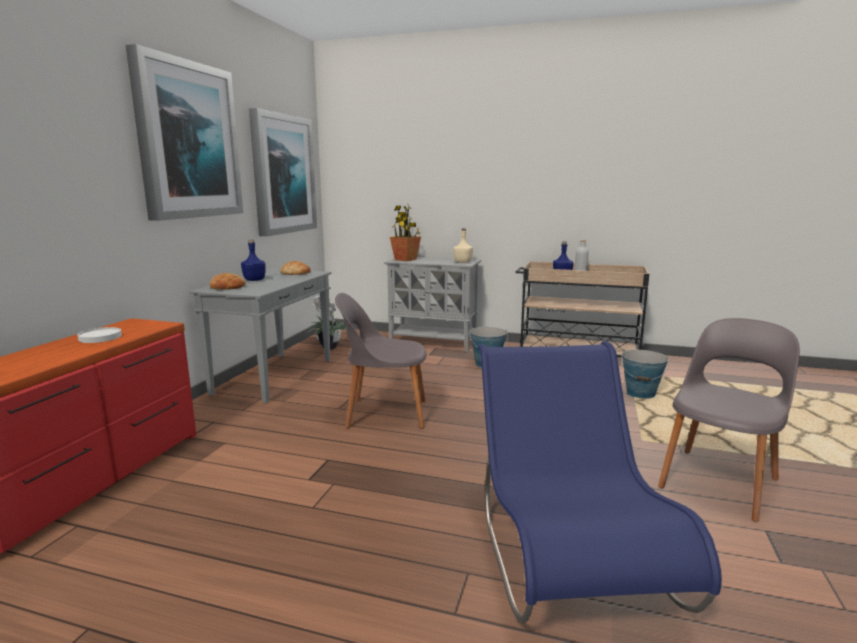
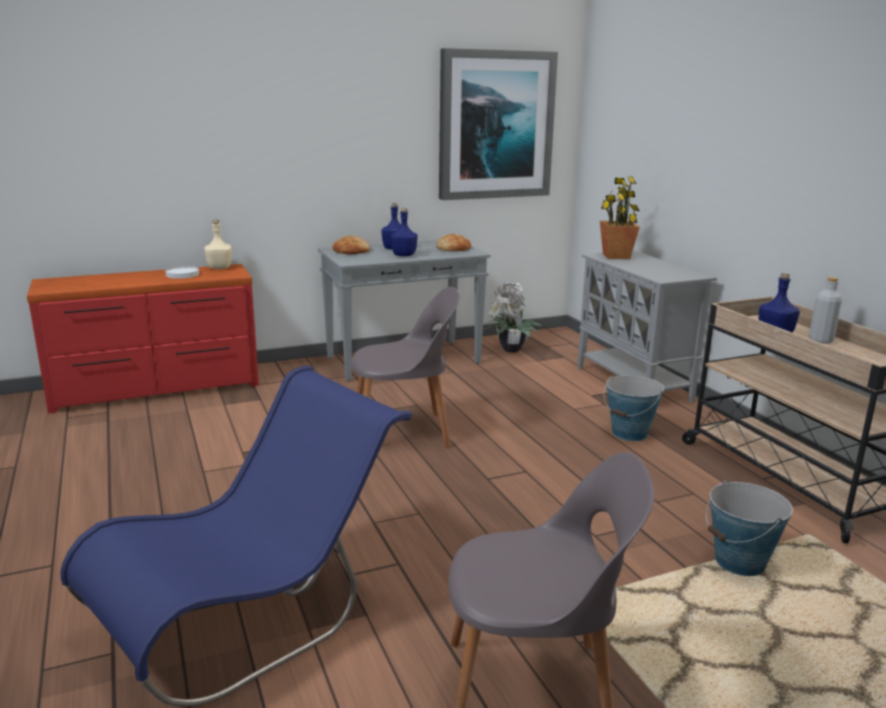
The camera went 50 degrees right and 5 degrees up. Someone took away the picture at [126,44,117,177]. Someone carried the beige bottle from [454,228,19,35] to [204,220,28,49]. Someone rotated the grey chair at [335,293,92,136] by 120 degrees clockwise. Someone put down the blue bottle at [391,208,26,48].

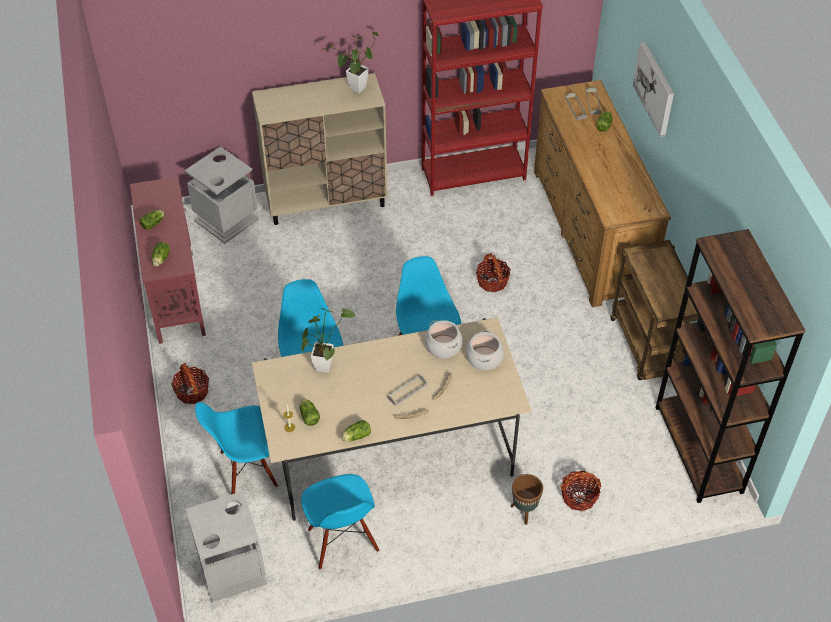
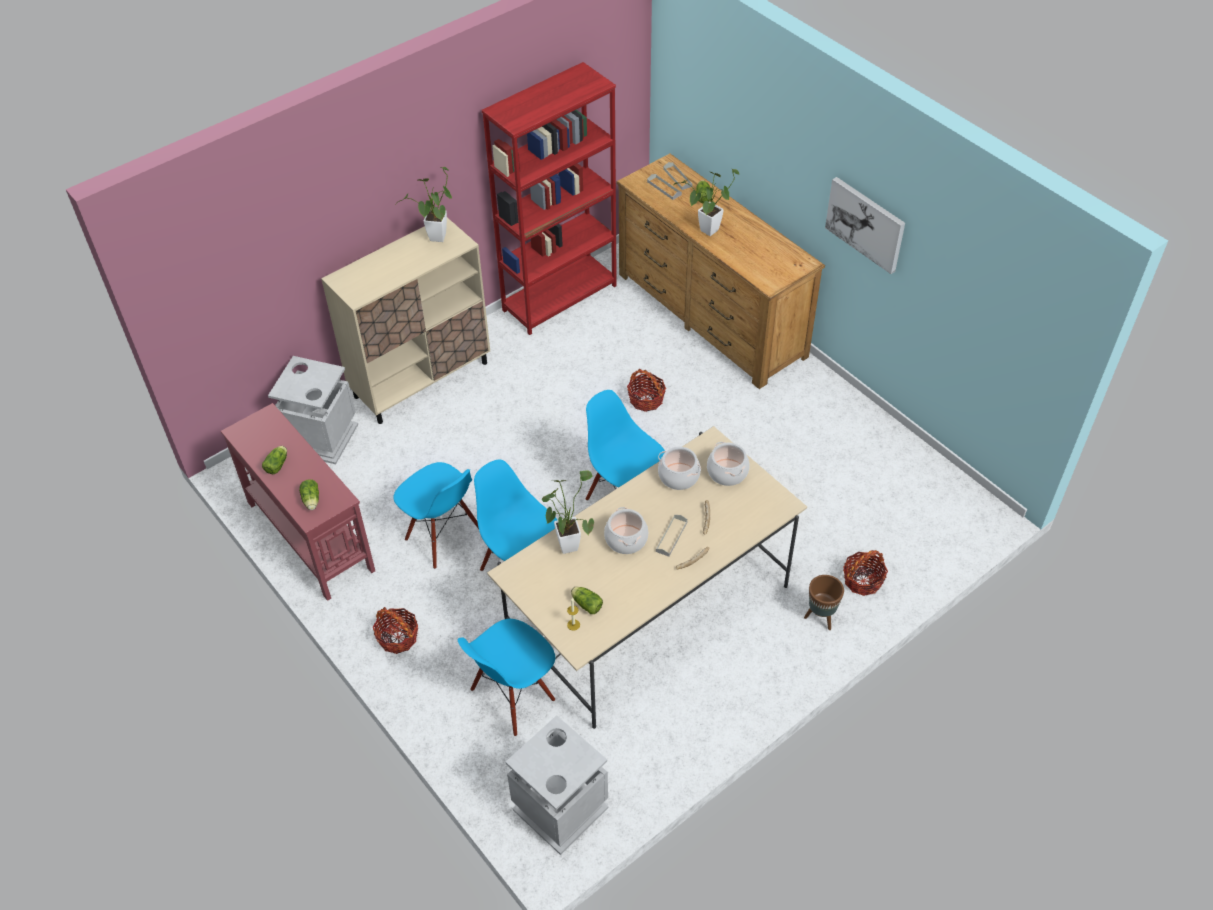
The camera went 25 degrees left and 0 degrees up. Someone carried the picture from [633,42,41,95] to [825,177,80,97]. Someone took away the brown bookcase at [655,229,151,274]. Someone took away the brown cart at [610,240,89,140]. Someone took away the lettuce at [341,420,30,21]. Someone carried the blue chair from [301,474,78,96] to [393,462,86,107]. Someone put down the potted plant at [673,168,66,68]. Someone put down the cooking pot at [604,507,44,47].

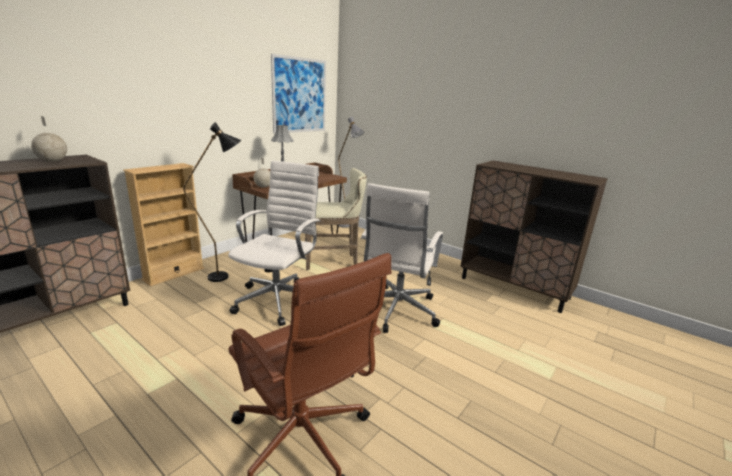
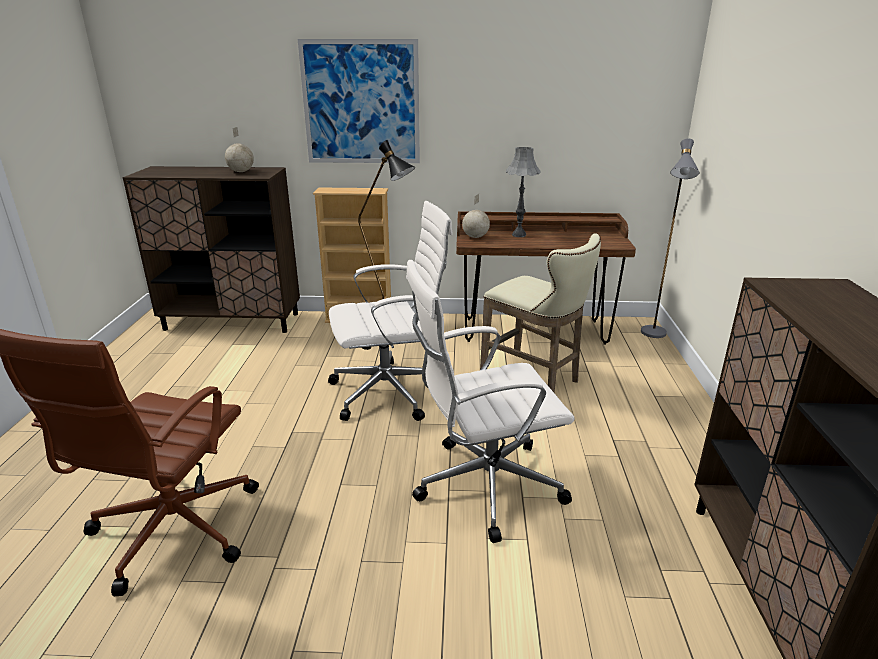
The camera went 55 degrees right and 5 degrees up. Someone carried the picture from [271,54,55,80] to [298,39,122,124].

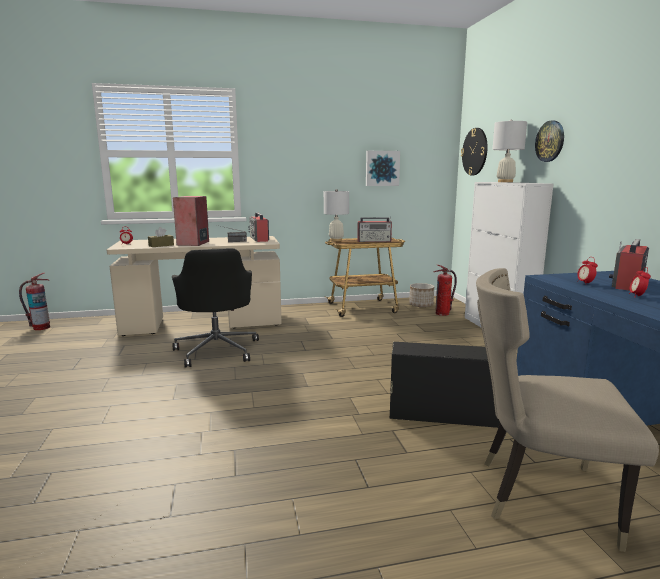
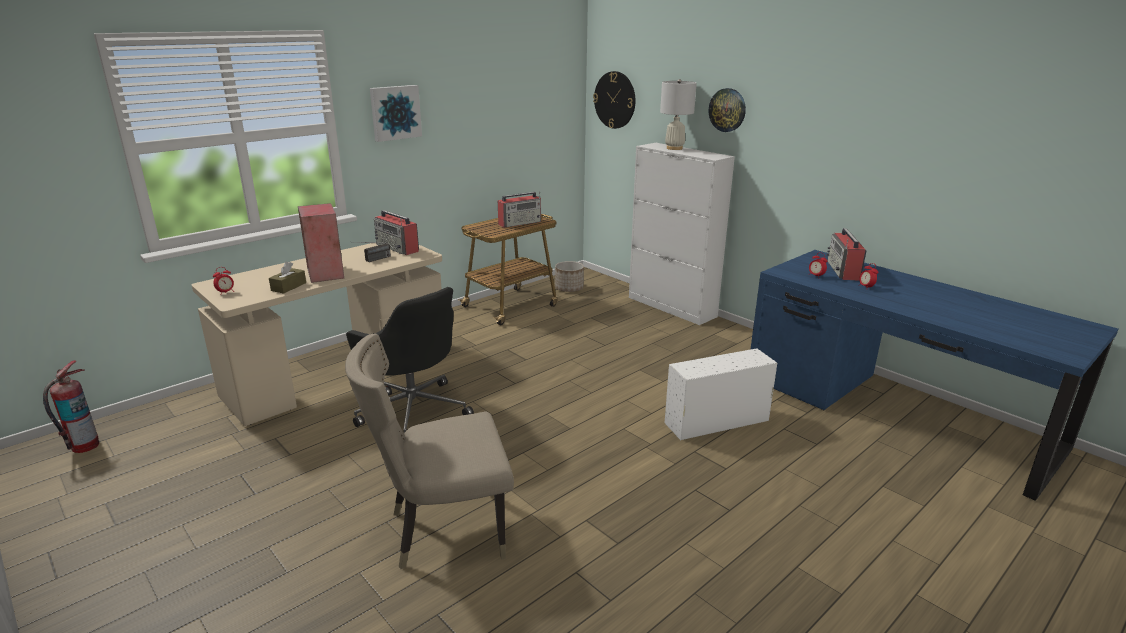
The camera went 30 degrees left and 10 degrees up. Someone carried the picture from [366,151,34,35] to [370,85,52,57]. Someone took away the white table lamp at [324,189,25,52]. Someone took away the fire extinguisher at [433,265,24,51]. Someone carried the beige chair from [476,268,183,284] to [345,334,169,235]. Someone repainted the black storage box at [390,342,110,86], which became the white storage box at [665,349,112,91].

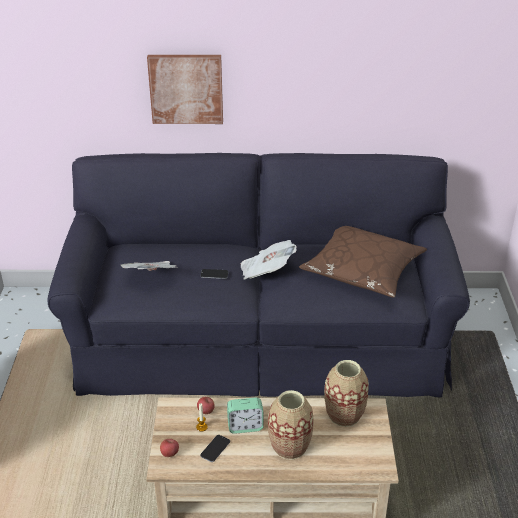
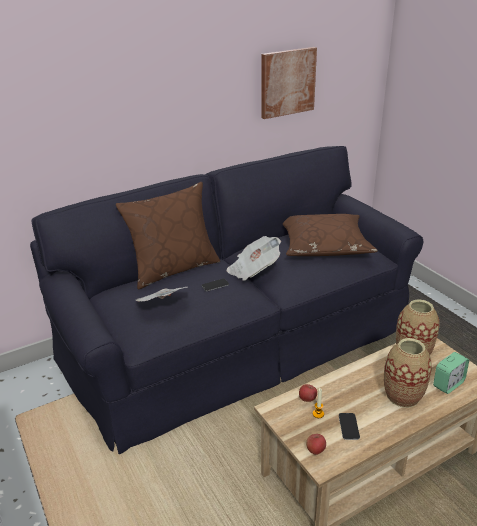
The camera went 30 degrees left and 5 degrees down. Someone carried the picture from [147,55,76,69] to [261,47,56,72]. Someone carried the alarm clock from [227,397,36,37] to [433,352,36,42]. Someone put down the brown pillow at [116,182,104,107].

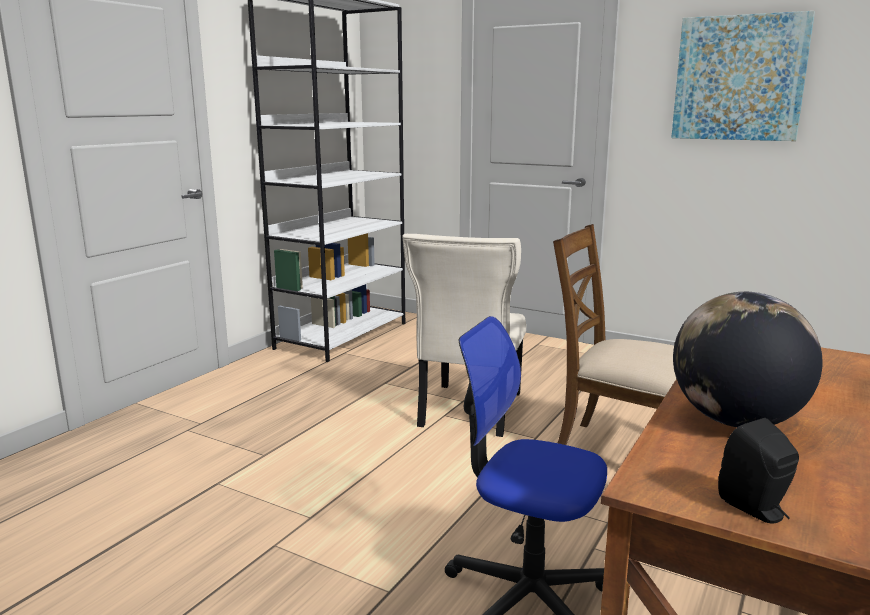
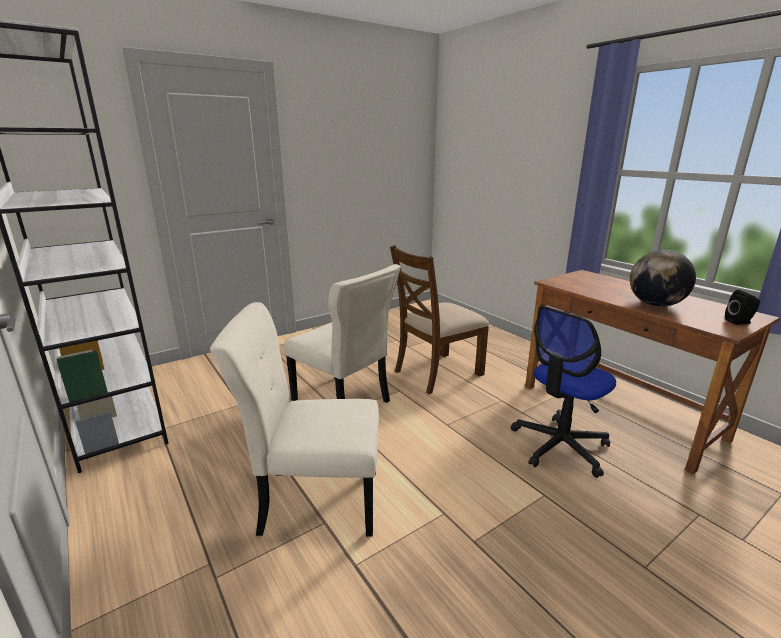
The camera went 65 degrees left and 5 degrees up. Someone took away the picture at [671,11,144,130]. Someone put down the beige chair at [210,302,169,235].

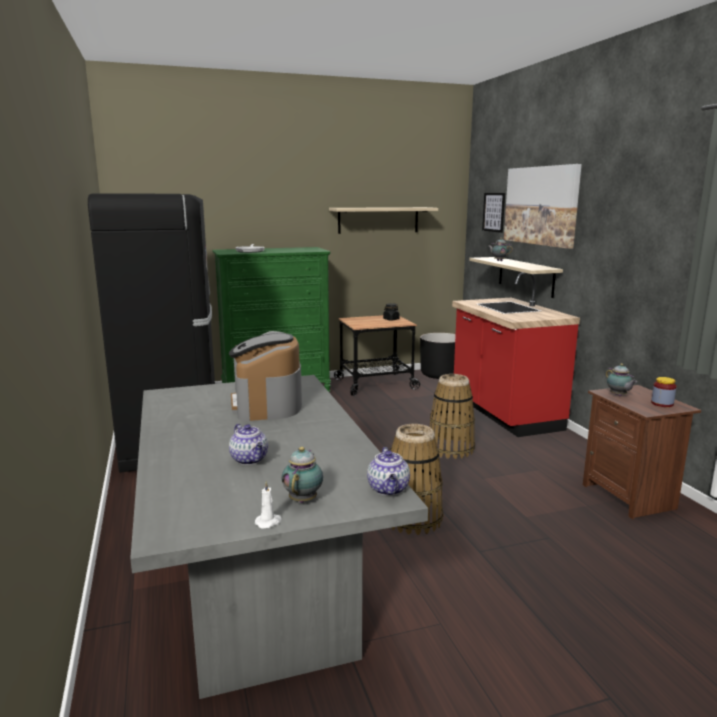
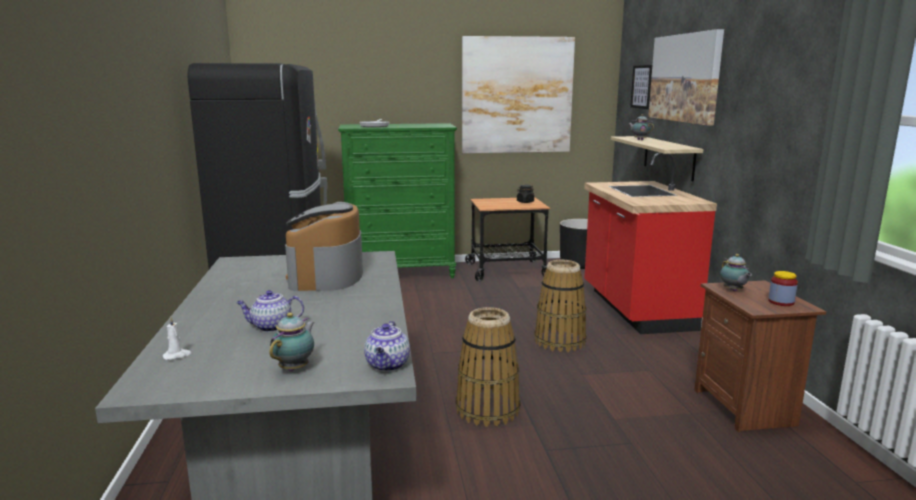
The camera went 10 degrees right and 0 degrees up. Someone swapped the shelf at [329,207,109,27] for the picture at [462,36,113,117]. Someone rotated the teapot at [229,424,39,41] by 105 degrees clockwise. Someone carried the white candle from [255,481,27,48] to [163,317,28,43].

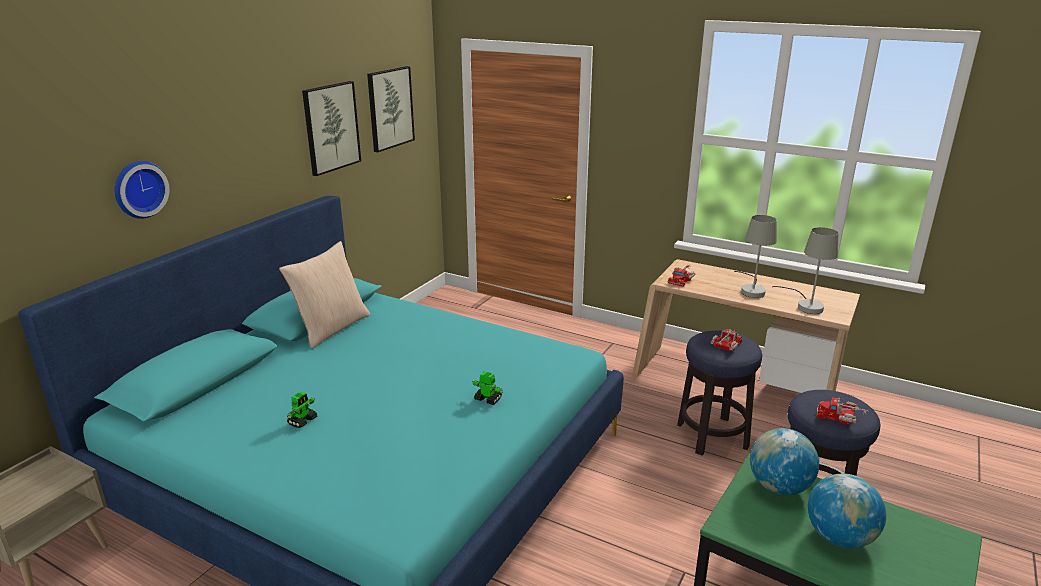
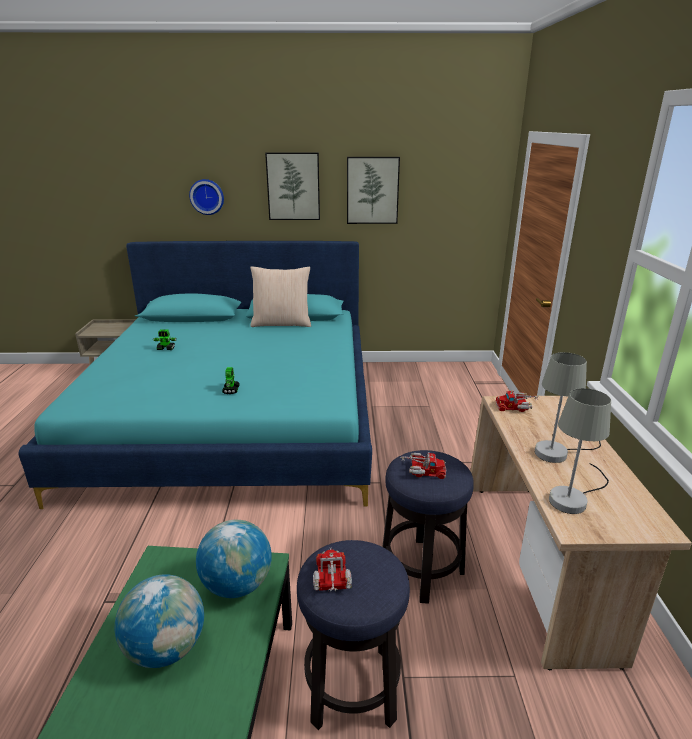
The camera went 60 degrees right and 0 degrees up. Someone carried the picture from [367,66,48,86] to [265,152,55,68].

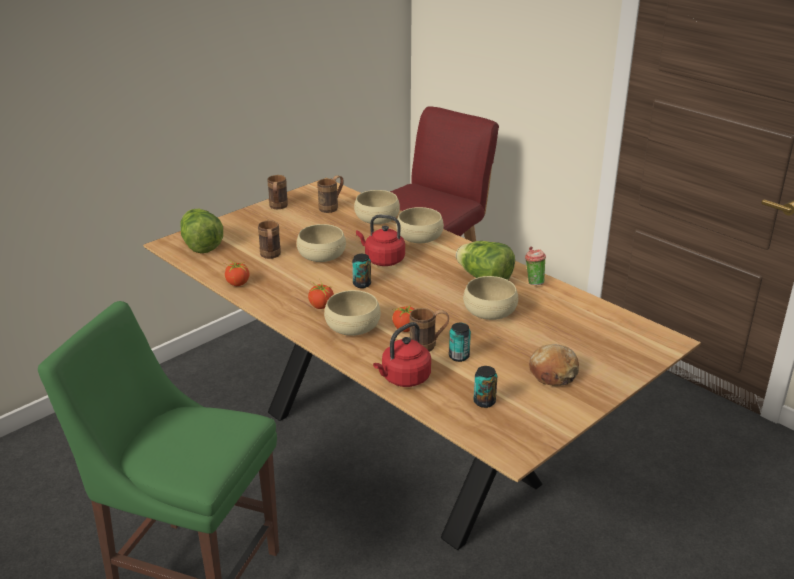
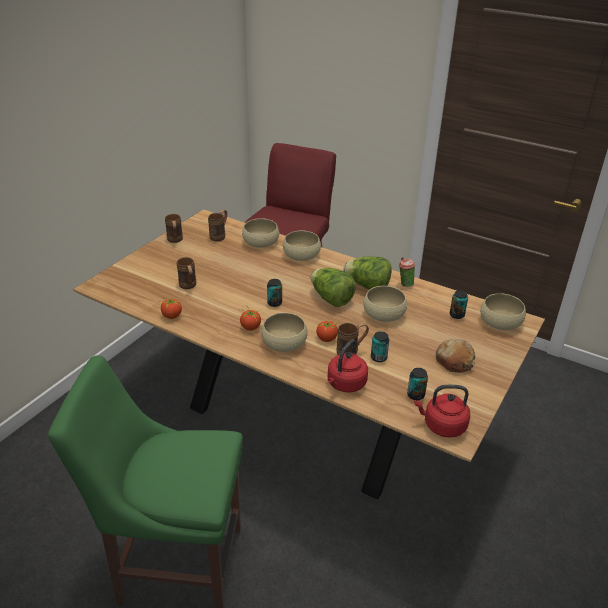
The camera went 15 degrees left and 5 degrees up. Someone carried the lettuce from [181,209,42,44] to [311,268,45,39]. Someone carried the red kettle from [356,215,49,51] to [414,385,56,53]. Someone carried the beige bowl from [297,224,49,38] to [480,293,46,37]. Someone put down the can at [450,290,18,29].

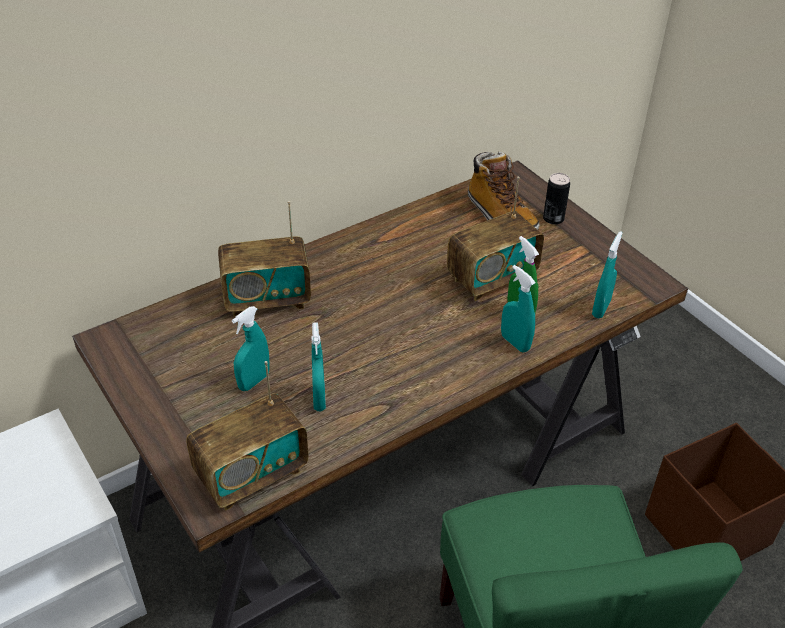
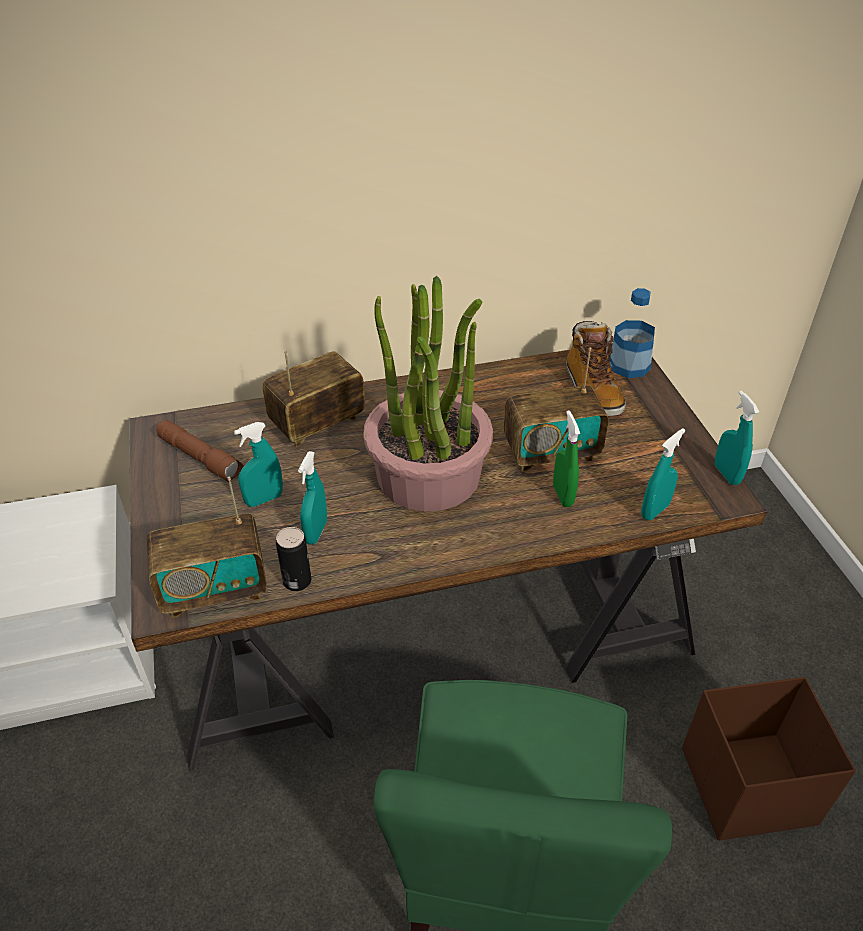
The camera went 20 degrees right and 0 degrees up. Someone carried the can from [543,173,27,52] to [276,527,35,64]. Someone rotated the radio at [218,201,93,116] by 135 degrees clockwise. Someone carried the turquoise spray bottle from [501,265,35,88] to [715,391,44,94]. Someone put down the potted plant at [363,276,130,236]. Someone put down the bottle at [609,288,46,90]. Someone put down the brown flashlight at [156,420,88,62].

